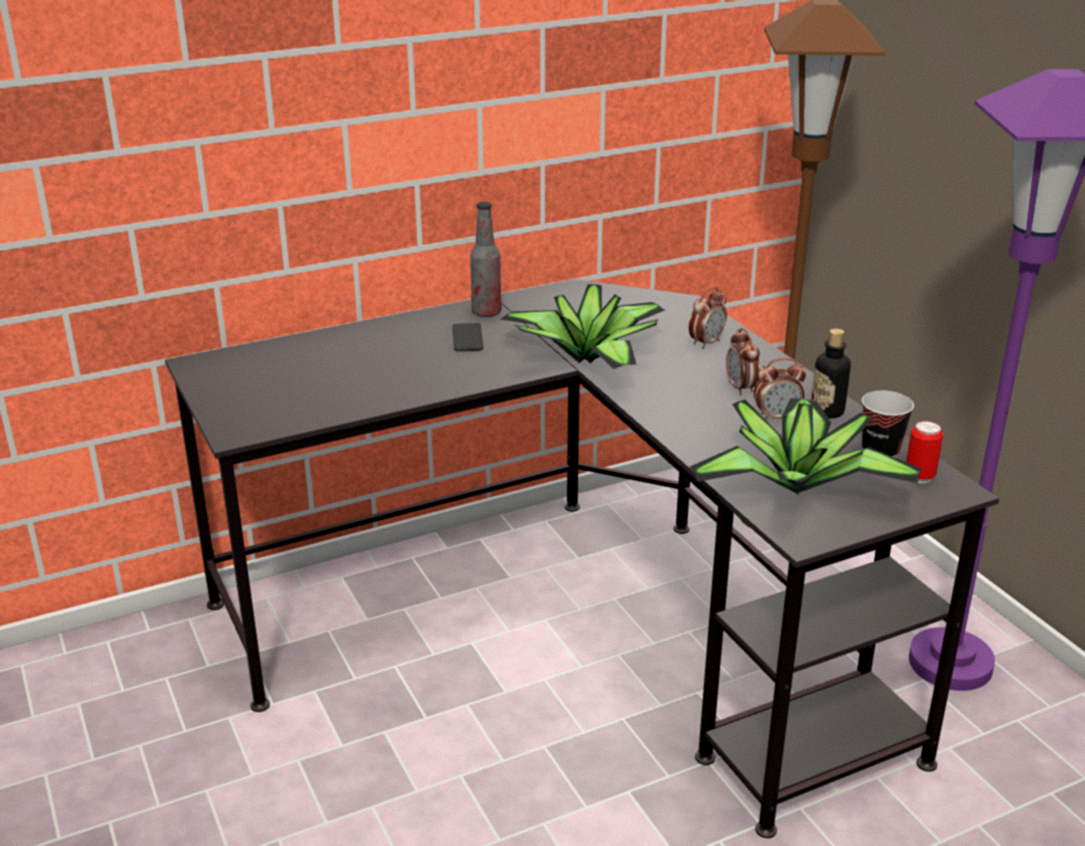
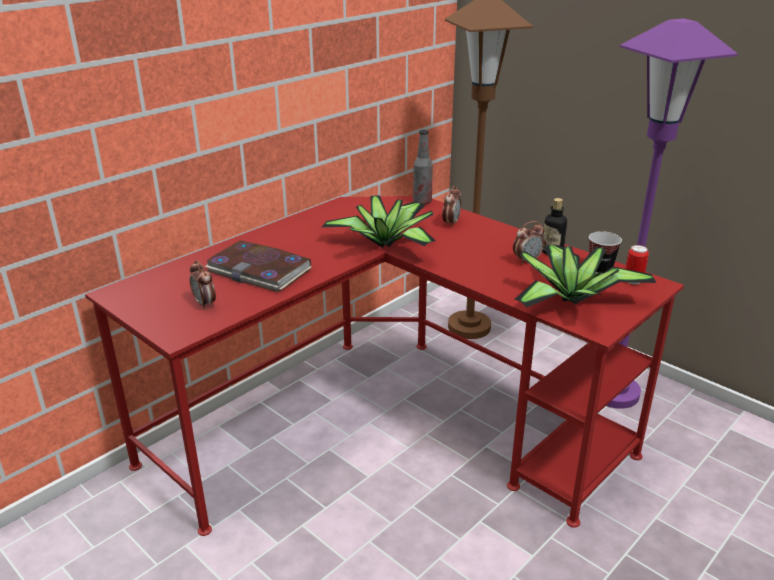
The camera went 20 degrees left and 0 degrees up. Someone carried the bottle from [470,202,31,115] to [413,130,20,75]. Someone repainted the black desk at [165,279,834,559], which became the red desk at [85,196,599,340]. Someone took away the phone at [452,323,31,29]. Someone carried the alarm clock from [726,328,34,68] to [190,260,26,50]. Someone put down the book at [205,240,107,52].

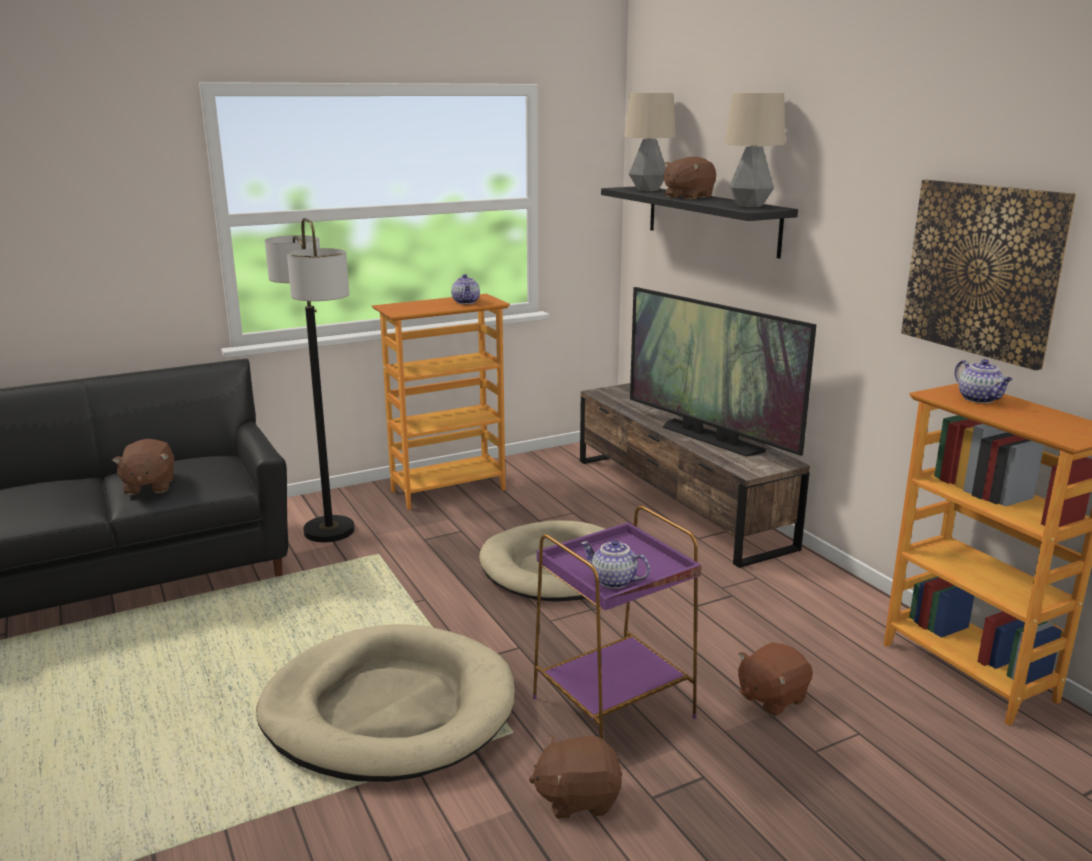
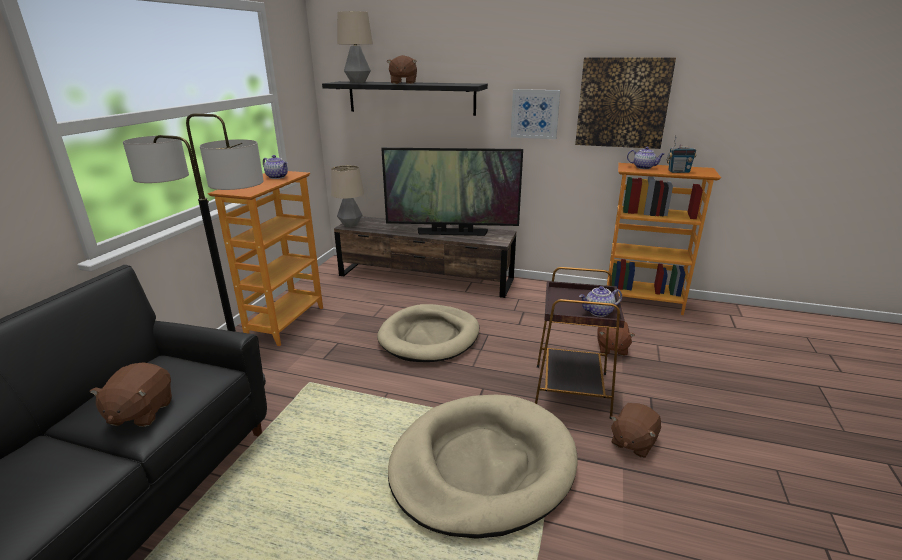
The camera went 45 degrees left and 5 degrees up. Someone carried the table lamp from [724,93,61,114] to [331,165,33,62]. Someone rotated the brown plush toy at [112,439,62,56] by 60 degrees clockwise. Someone repainted the purple side table at [533,506,168,233], which became the brown side table at [535,267,90,152]. Someone put up the picture at [511,89,49,50]. Someone put down the radio at [666,135,31,38].

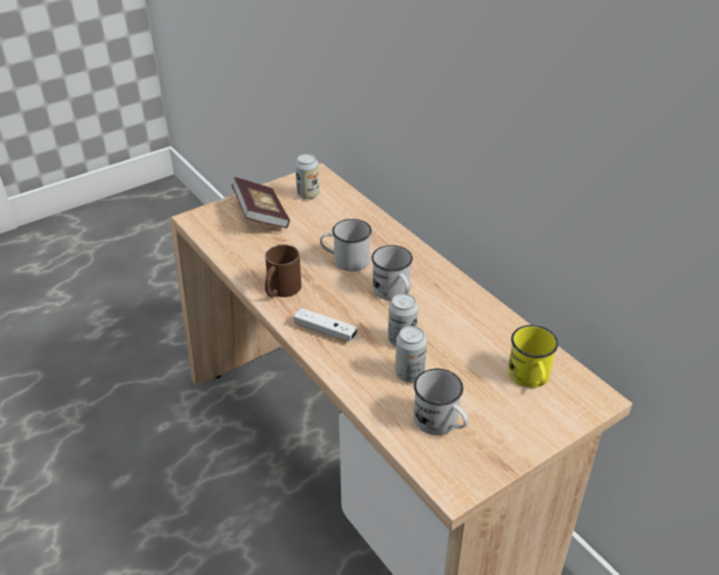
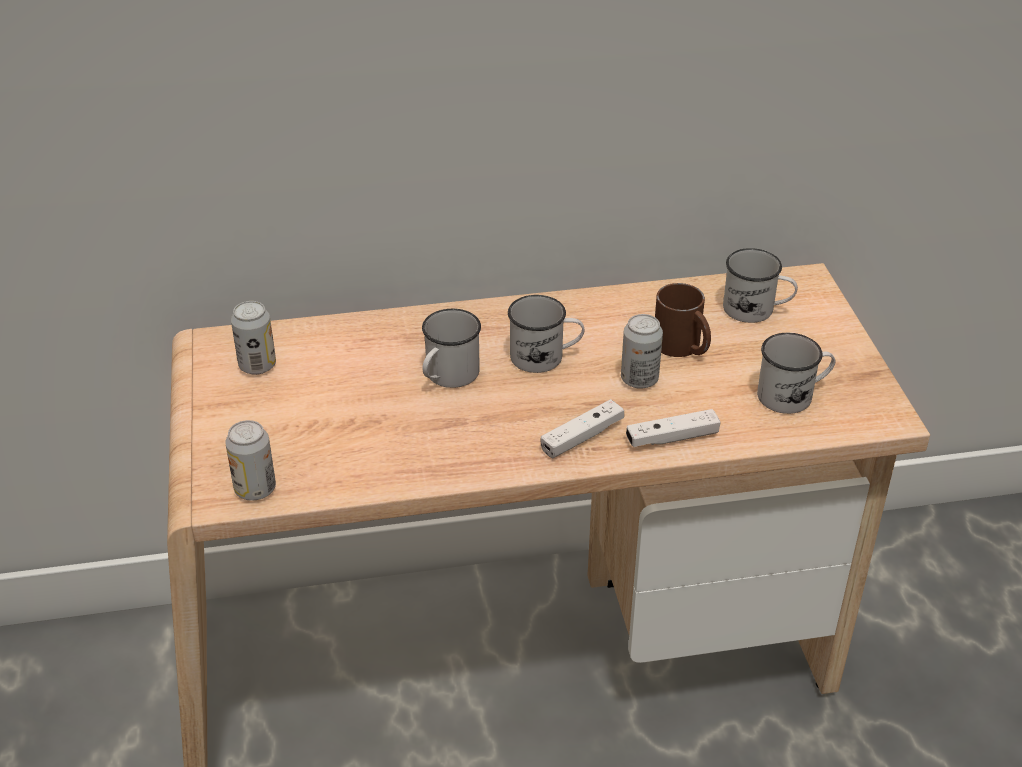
The camera went 65 degrees left and 0 degrees up. Someone took away the book at [232,177,58,51]. Someone carried the brown mug from [265,245,36,52] to [655,283,56,74]. Someone repainted the yellow mug at [508,325,50,63], which became the white mug at [723,248,75,75]. Someone carried the can from [395,326,32,56] to [225,420,51,81]. Someone put down the white game controller at [626,409,95,38].

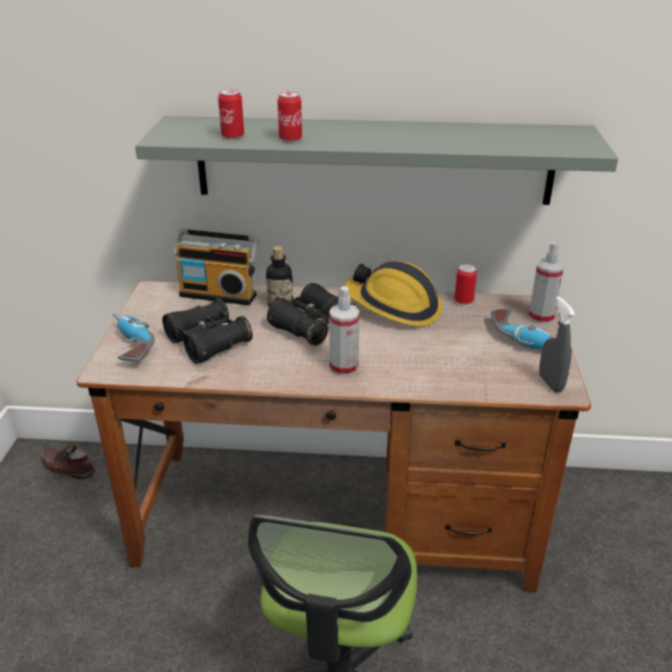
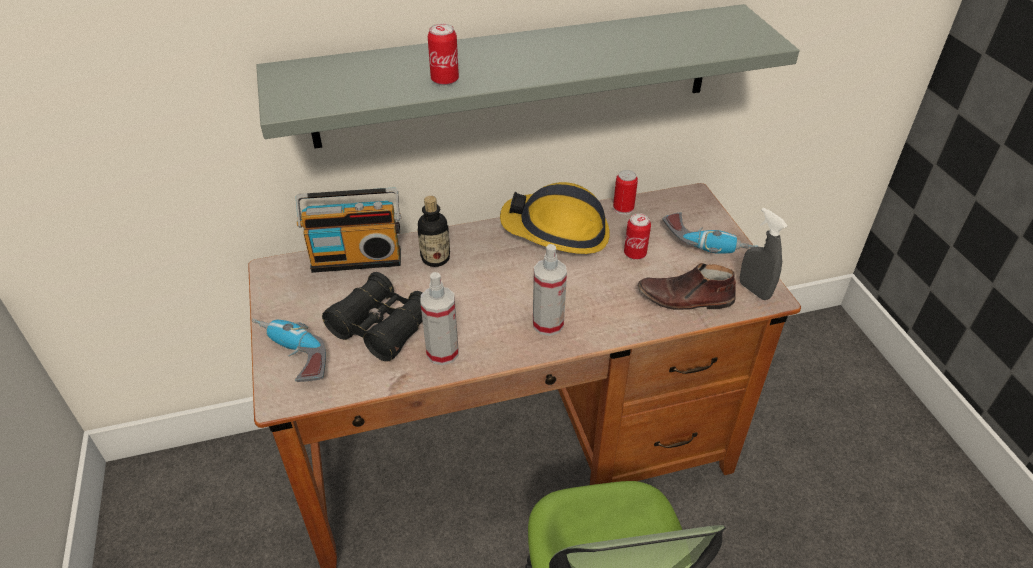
The camera went 20 degrees left and 10 degrees up. Someone carried the can from [218,89,26,50] to [624,213,27,47]. Someone carried the spray bottle from [528,241,36,83] to [420,272,38,93]. Someone took away the black binoculars at [267,283,93,63]. Someone carried the brown shoe from [39,445,56,34] to [637,263,99,47].

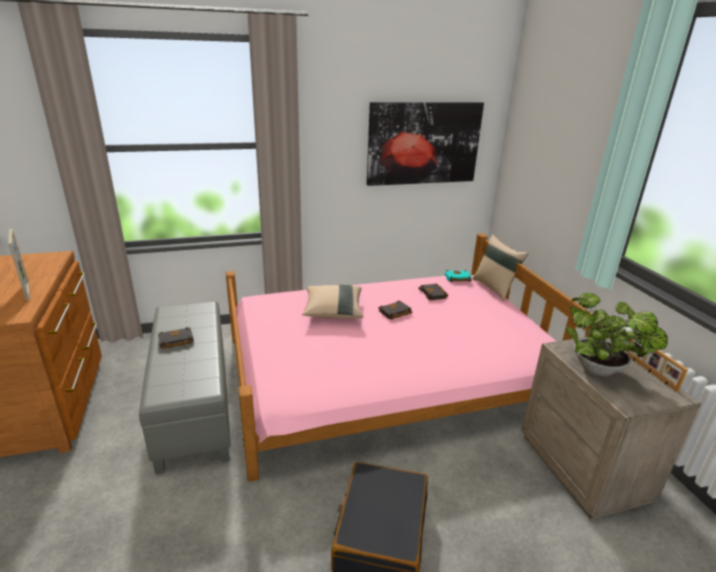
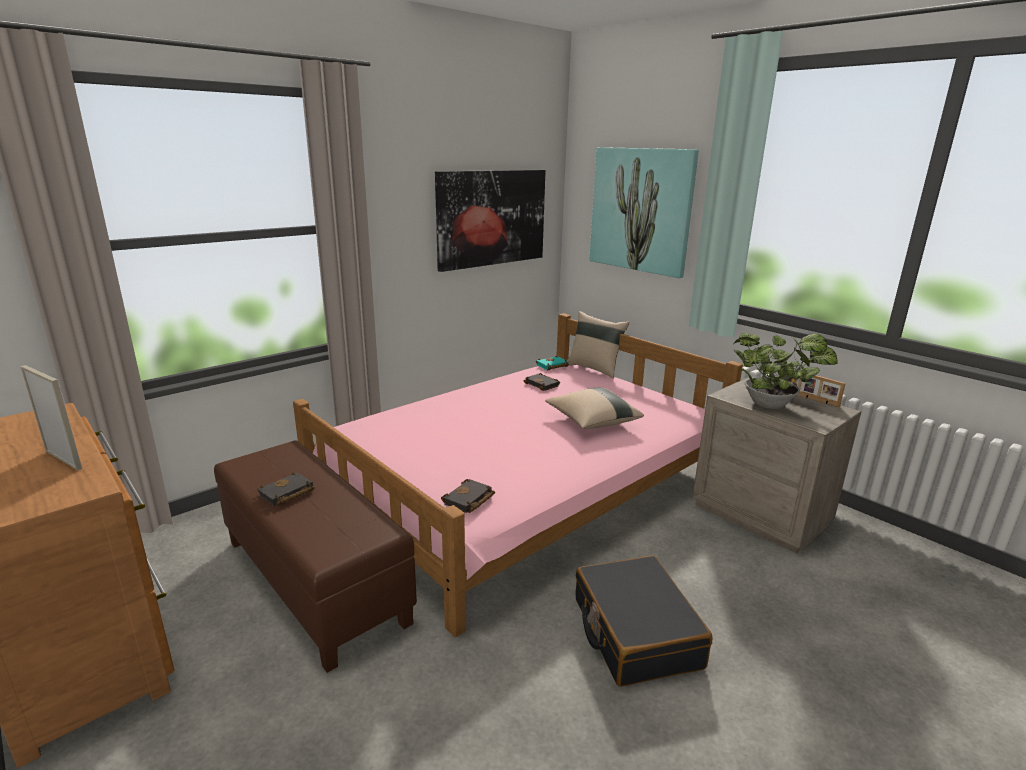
The camera went 25 degrees left and 5 degrees down. Someone carried the beige pillow from [302,285,62,34] to [545,387,99,42]. Someone repainted the grey ottoman at [139,301,92,173], which became the brown ottoman at [214,440,203,233]. Someone carried the black book from [378,301,34,19] to [441,479,54,34]. Someone put up the picture at [589,147,110,131].

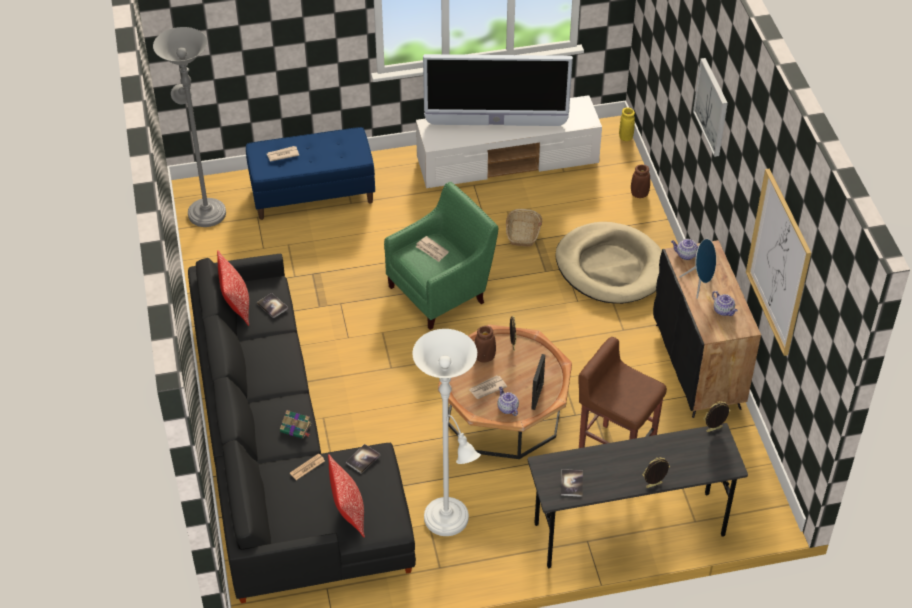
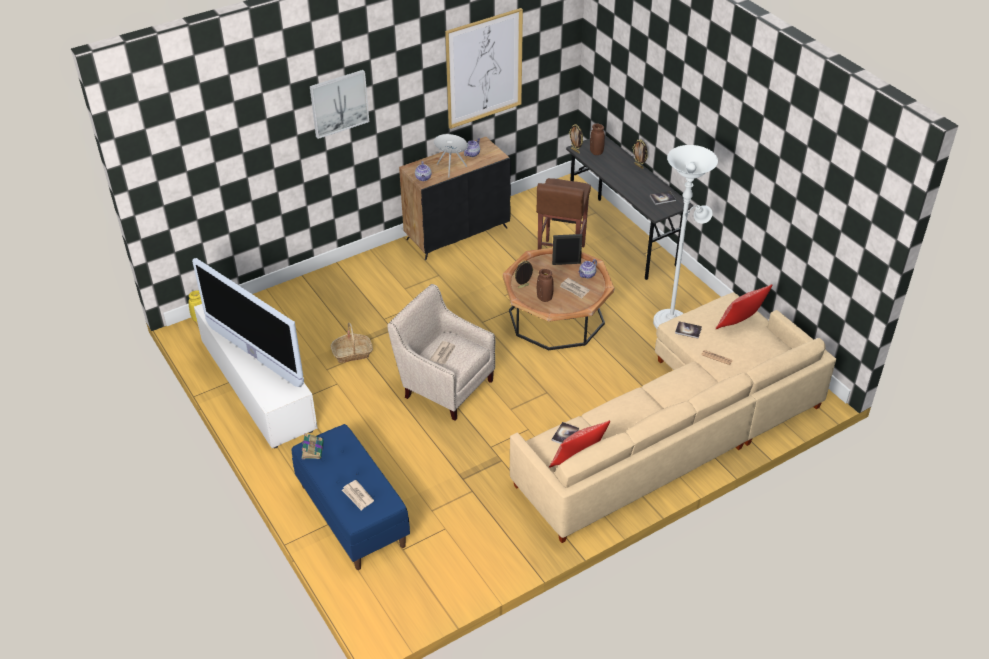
The camera went 110 degrees left and 5 degrees down. Someone took away the grey floor lamp at [153,27,73,200]. Someone rotated the television at [423,54,150,72] by 150 degrees clockwise. Someone carried the brown vase from [631,165,19,33] to [590,123,15,32]. Someone repainted the green armchair at [384,182,114,148], which became the beige armchair at [387,284,108,137]. Someone took away the beige dog bed at [555,222,107,82]. Someone repainted the black sofa at [188,254,228,349], which became the beige sofa at [510,292,326,251]. Someone carried the book from [280,410,32,29] to [301,433,23,26].

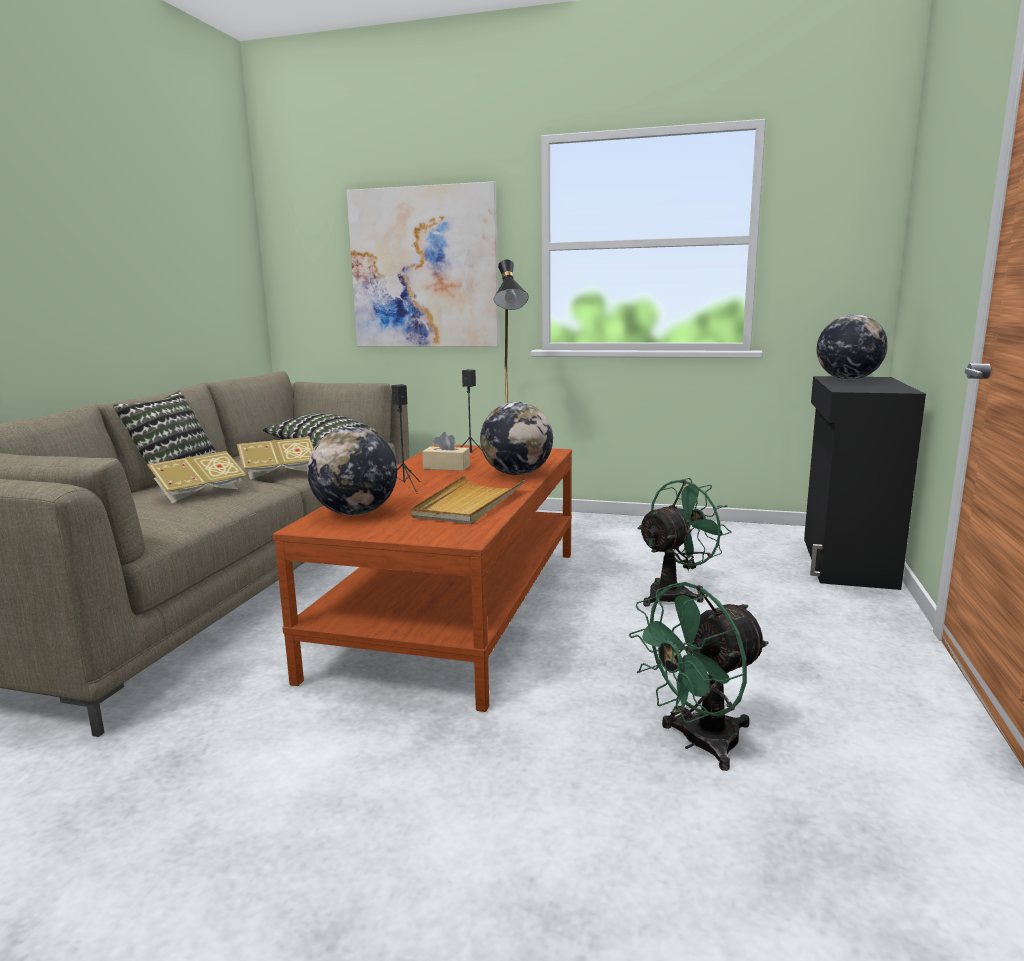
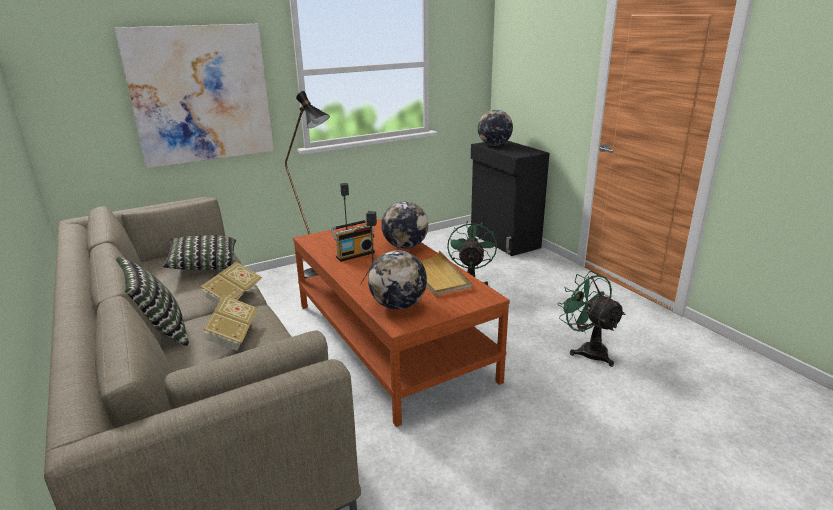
The camera went 45 degrees left and 10 degrees up. Someone swapped the beige tissue box at [422,432,48,39] for the radio at [331,220,44,42]. Someone rotated the green fan at [629,582,140,189] by 135 degrees clockwise.

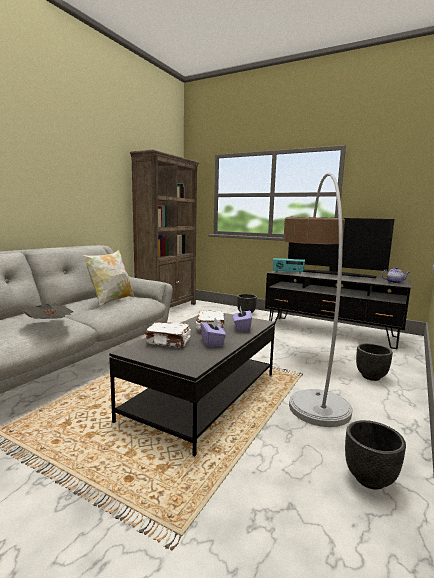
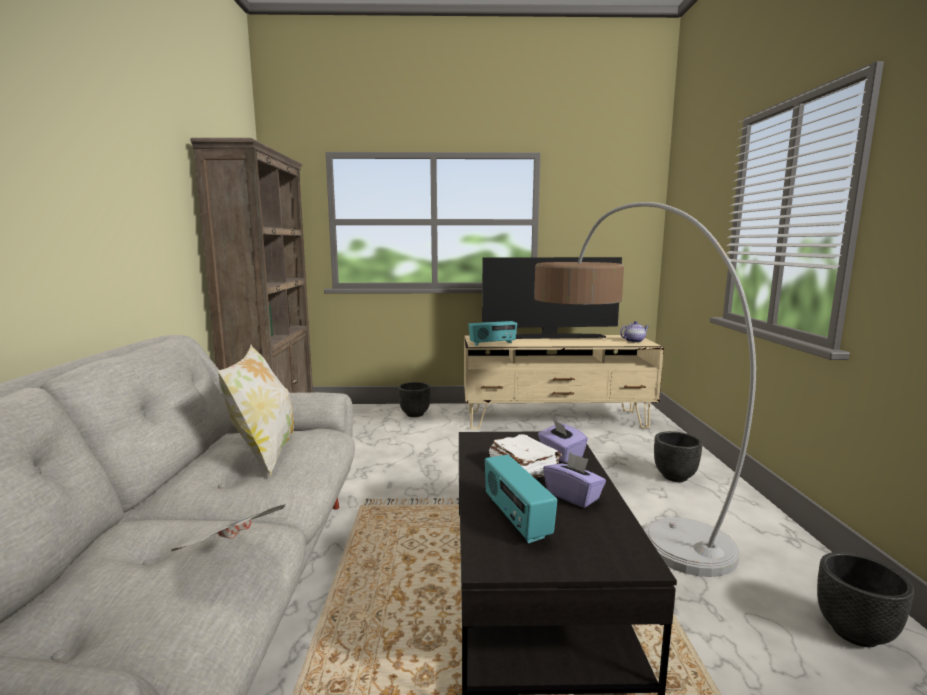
The camera went 30 degrees left and 0 degrees up. Someone repainted the black tv stand at [265,271,146,78], which became the beige tv stand at [464,335,200,94]. Someone swapped the white book at [145,322,46,26] for the radio at [485,455,72,88].

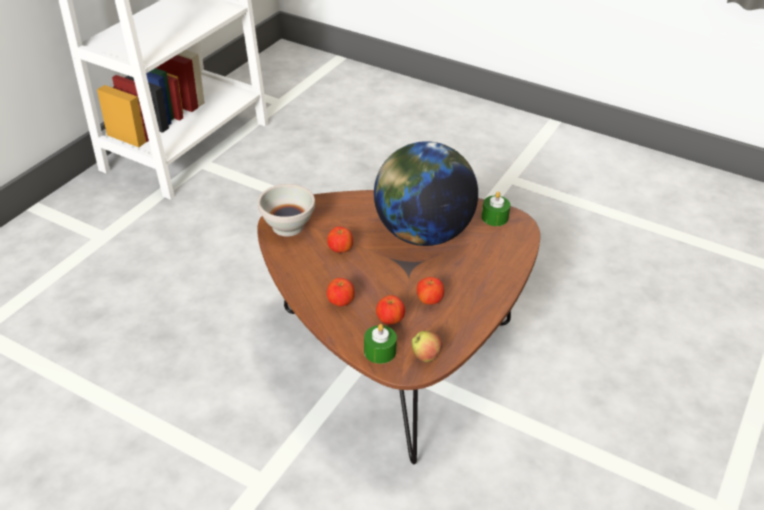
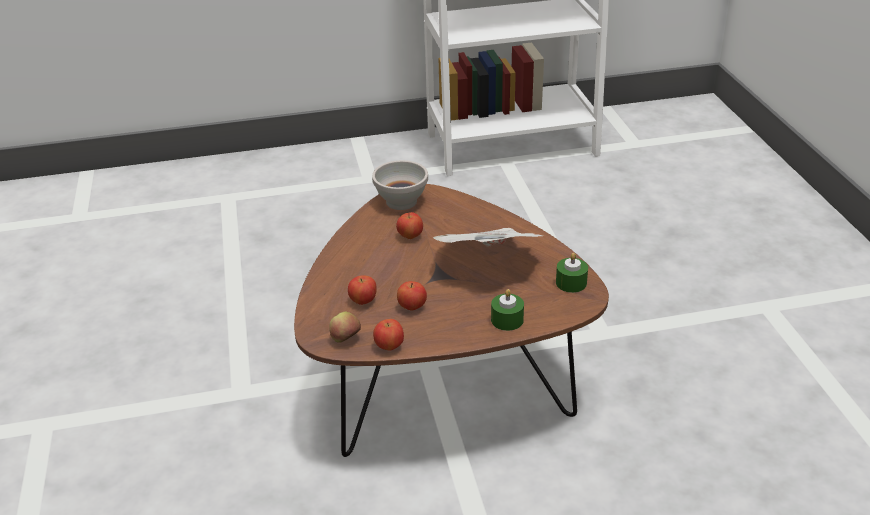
The camera went 50 degrees right and 5 degrees down. Someone swapped the globe at [374,141,104,105] for the newspaper at [433,228,110,19]. Someone carried the apple from [327,278,28,29] to [373,319,31,32]. Someone carried the green candle from [364,324,33,40] to [491,289,33,42].

